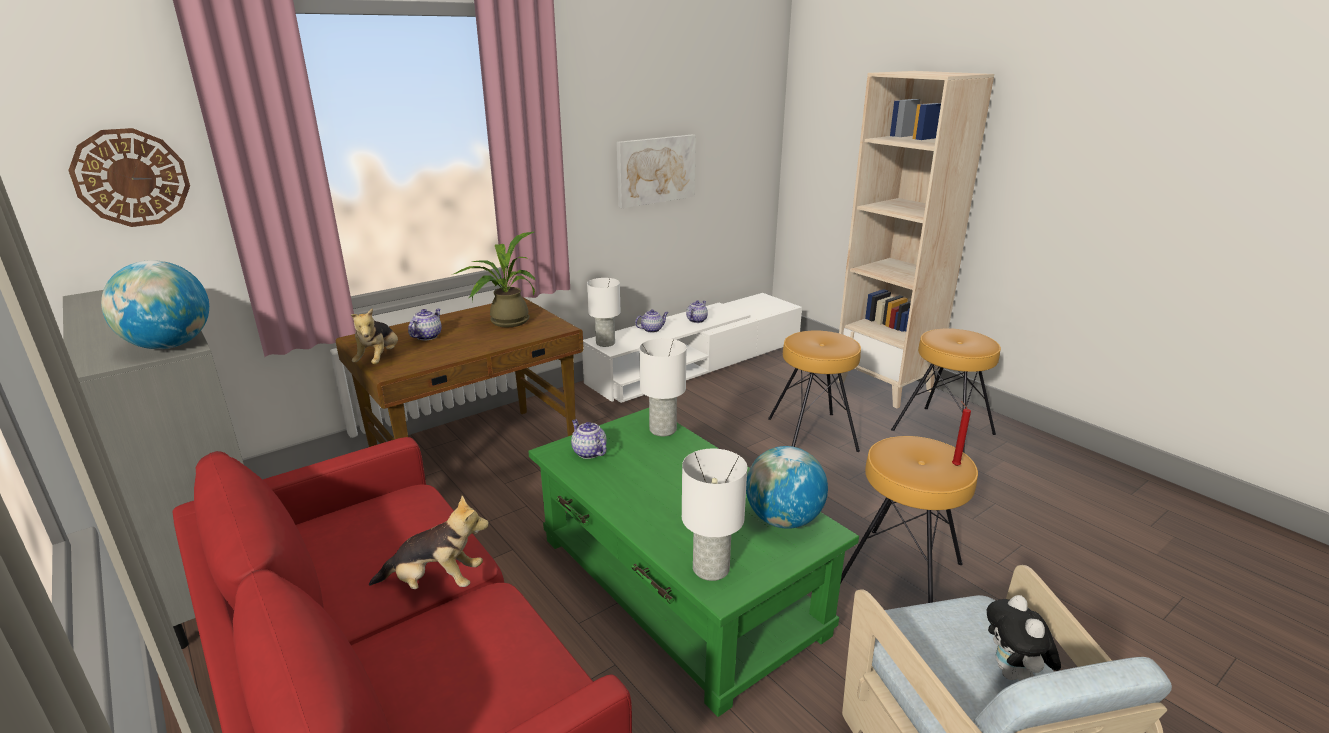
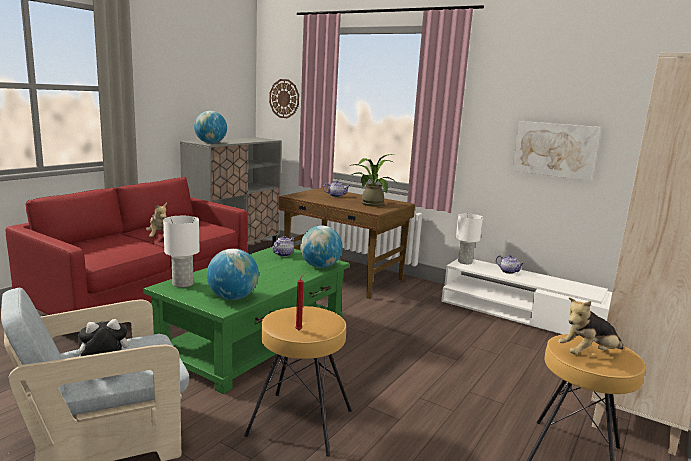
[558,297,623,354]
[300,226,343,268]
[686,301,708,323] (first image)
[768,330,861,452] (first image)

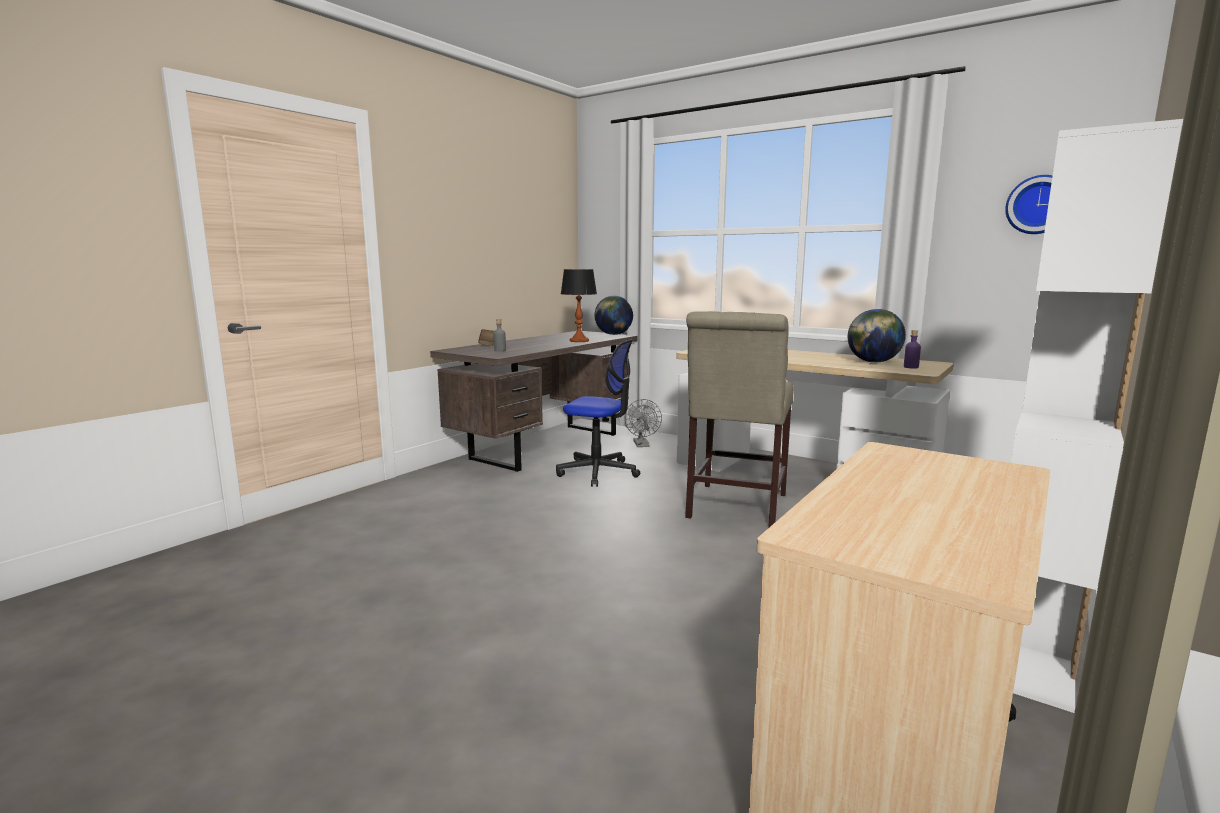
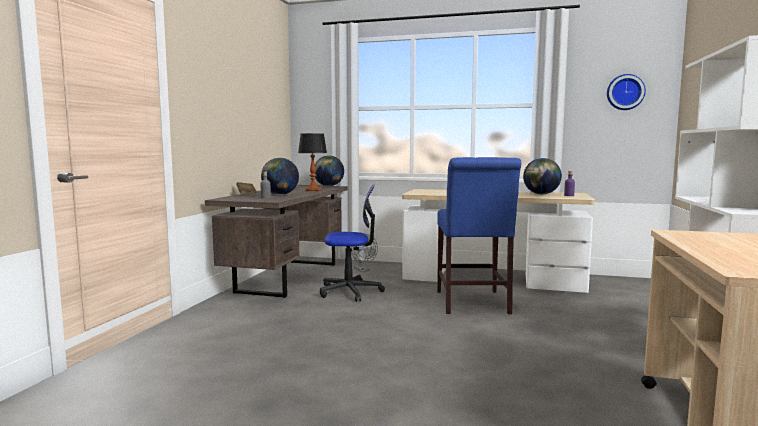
[437,157,521,314]
[261,158,299,195]

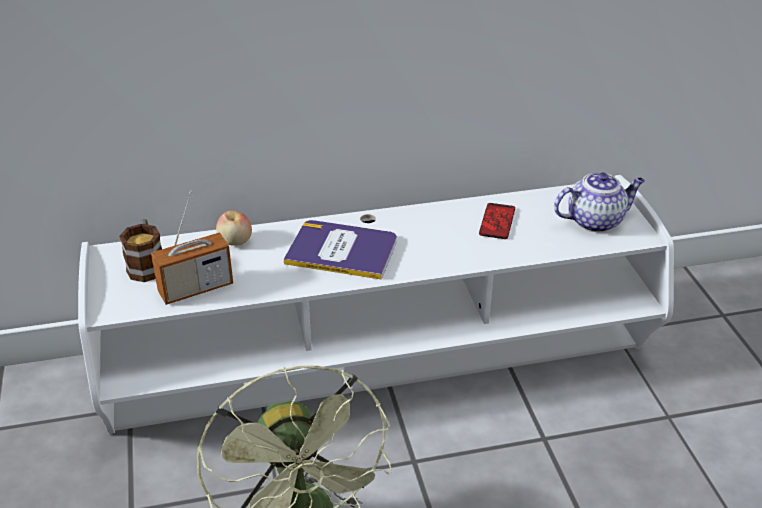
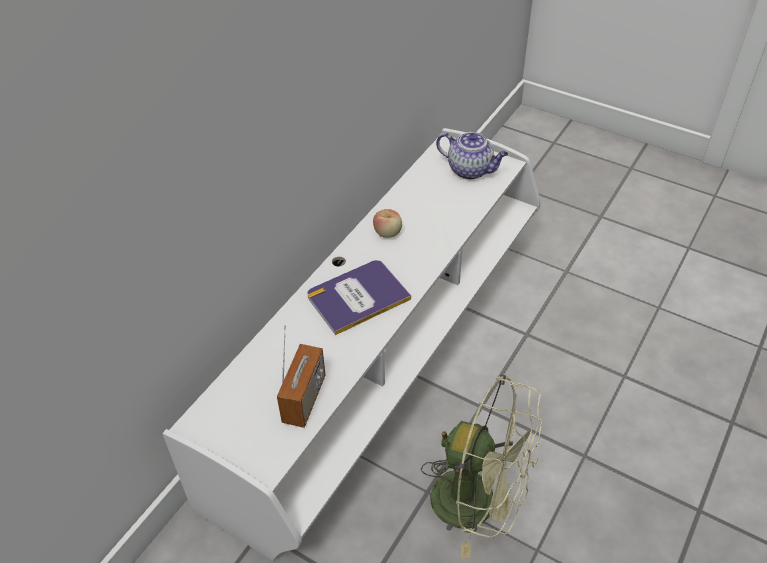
[119,219,162,282] (first image)
[373,209,402,238]
[479,203,515,239] (first image)
[436,132,508,180]

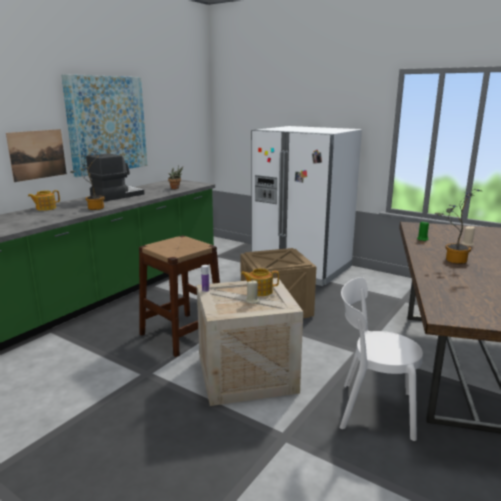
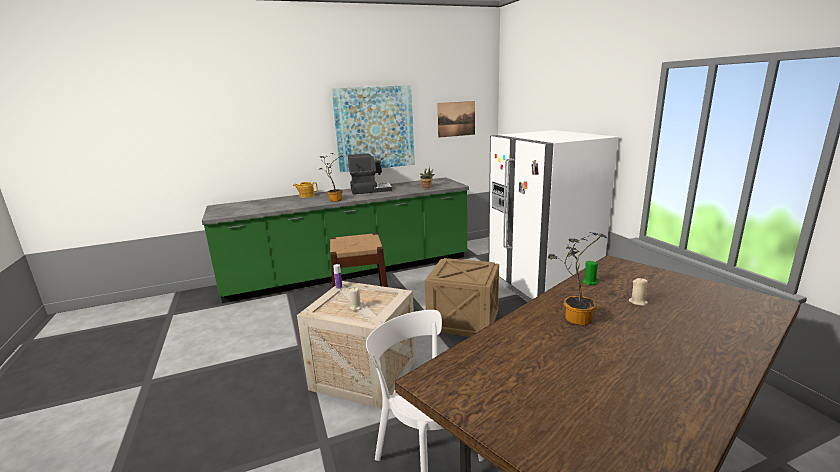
[437,101,475,138]
[241,268,279,296] (first image)

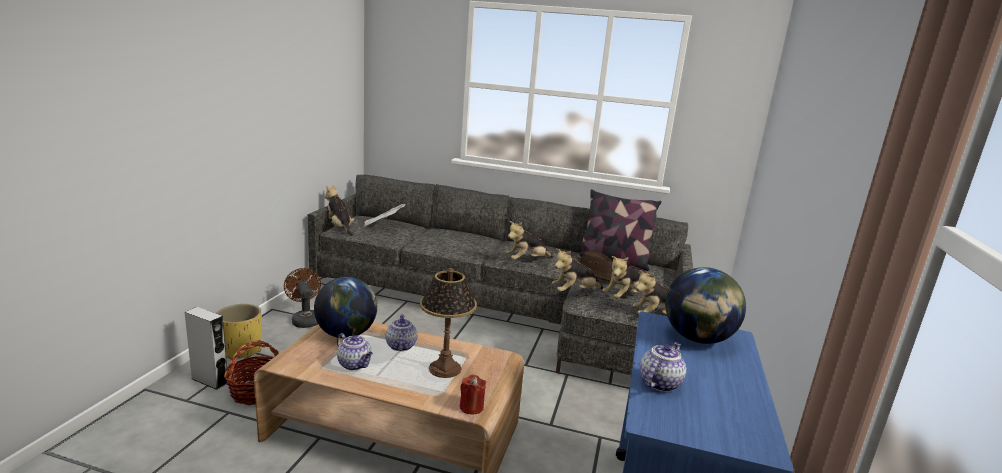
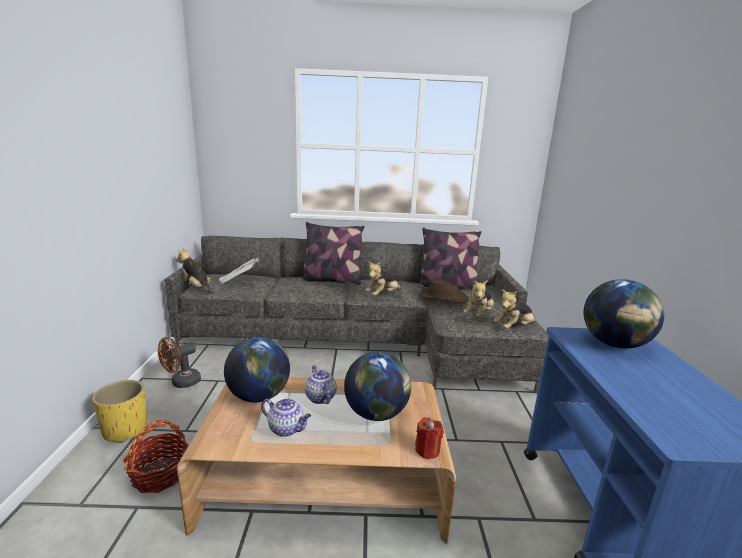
[185,307,227,390] (first image)
[158,337,201,388]
[344,352,411,421]
[552,249,603,292] (first image)
[640,342,686,392] (first image)
[301,222,365,285]

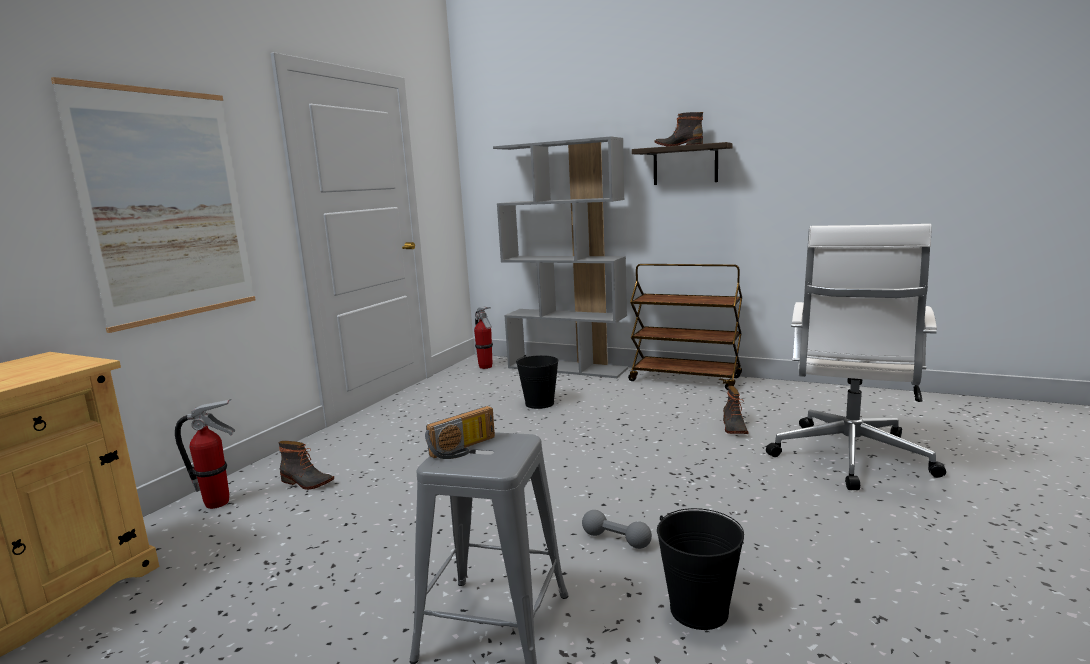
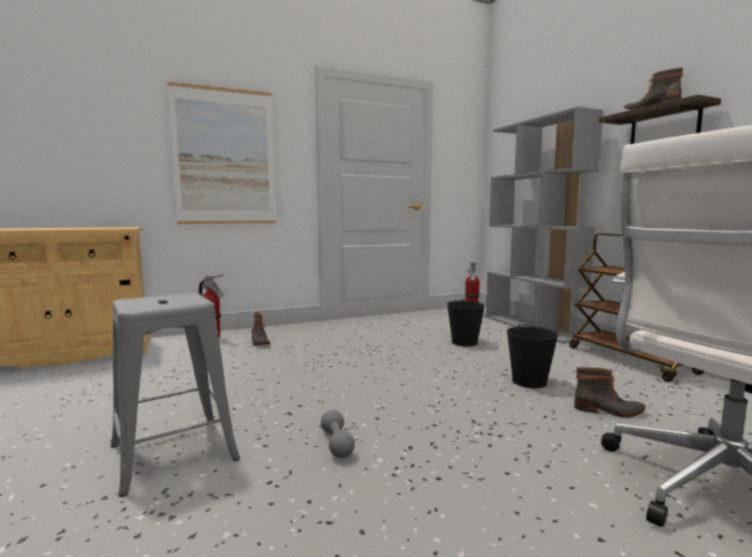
[425,406,495,459] (first image)
[507,324,559,388]
[574,367,645,418]

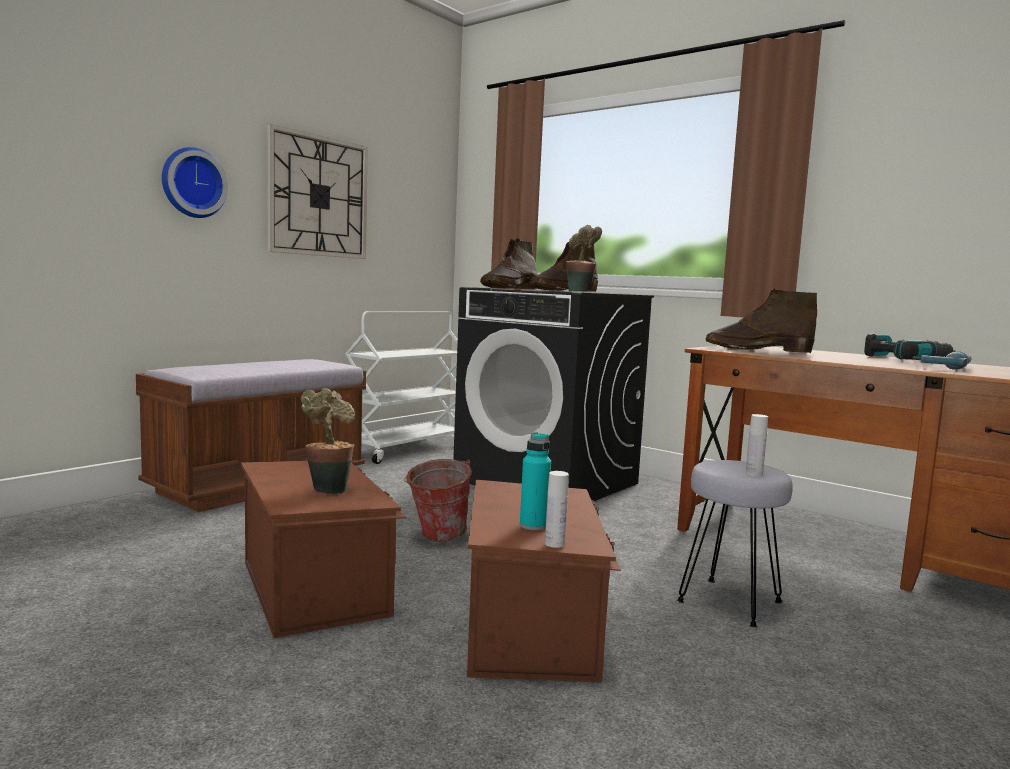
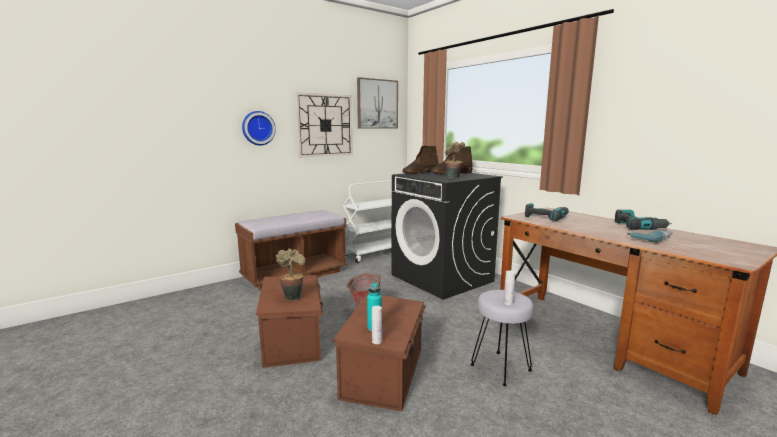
[525,203,569,221]
[357,77,398,129]

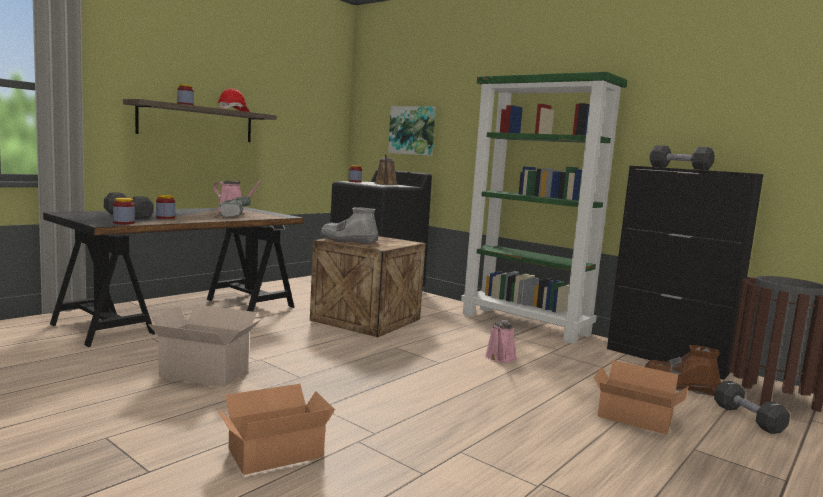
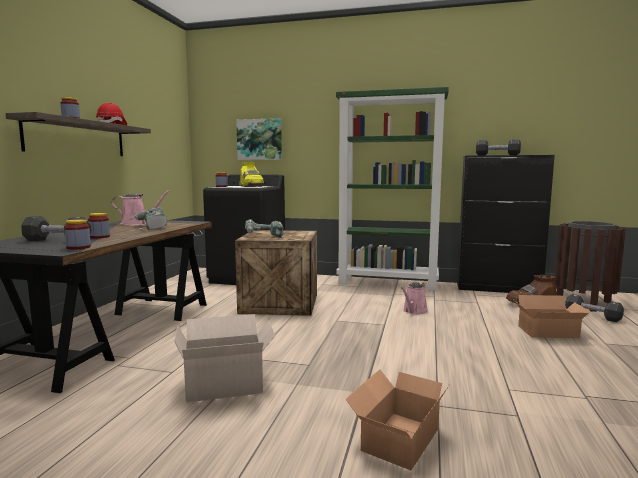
[245,219,284,238]
[239,162,264,187]
[401,282,428,315]

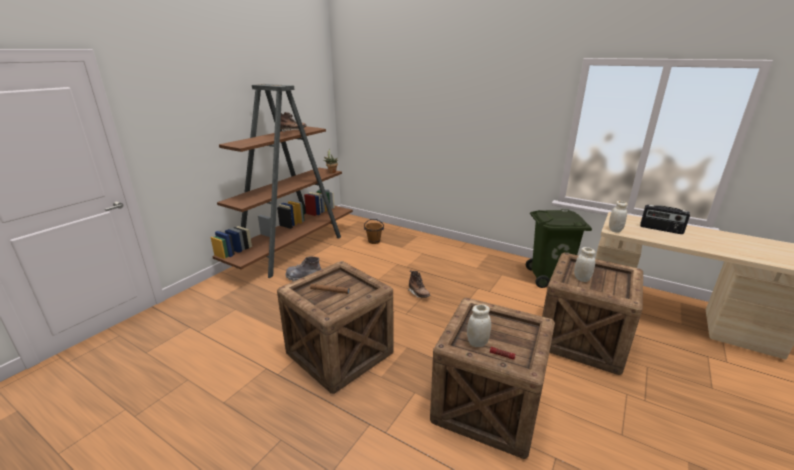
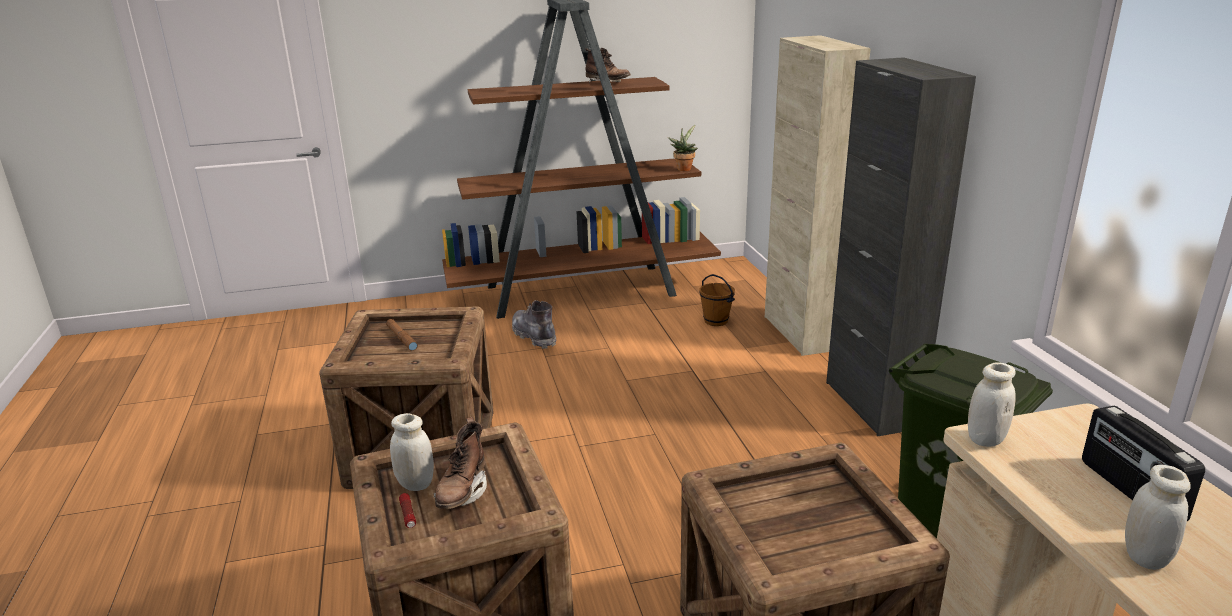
[433,417,487,509]
[1125,465,1191,570]
[765,35,871,356]
[826,57,976,436]

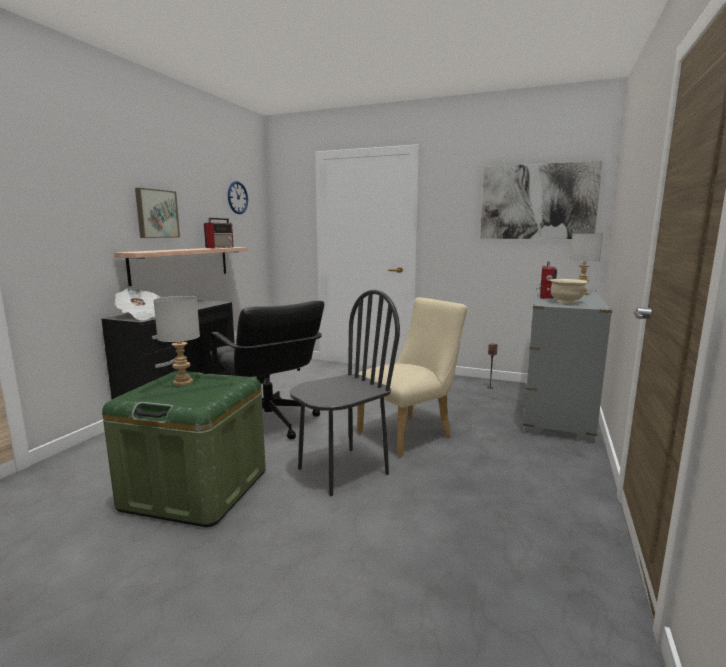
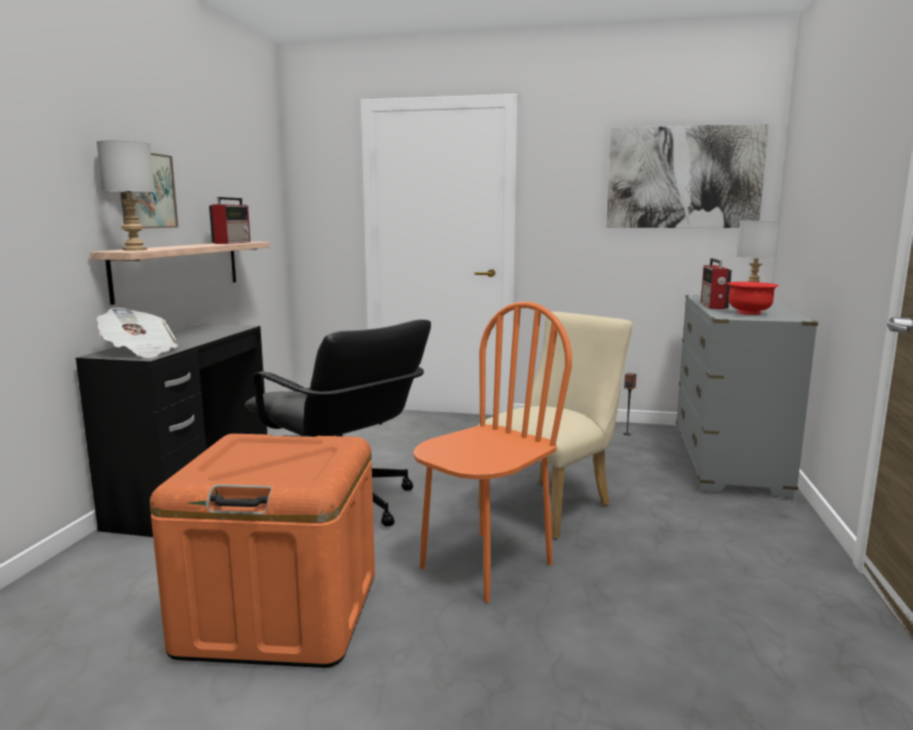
[150,434,375,668]
[97,140,155,250]
[228,181,248,214] (first image)
[413,301,572,603]
[727,282,778,315]

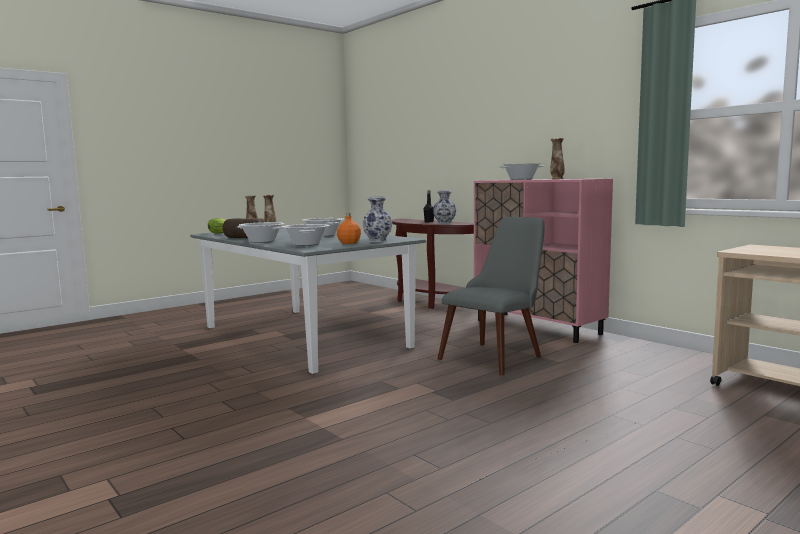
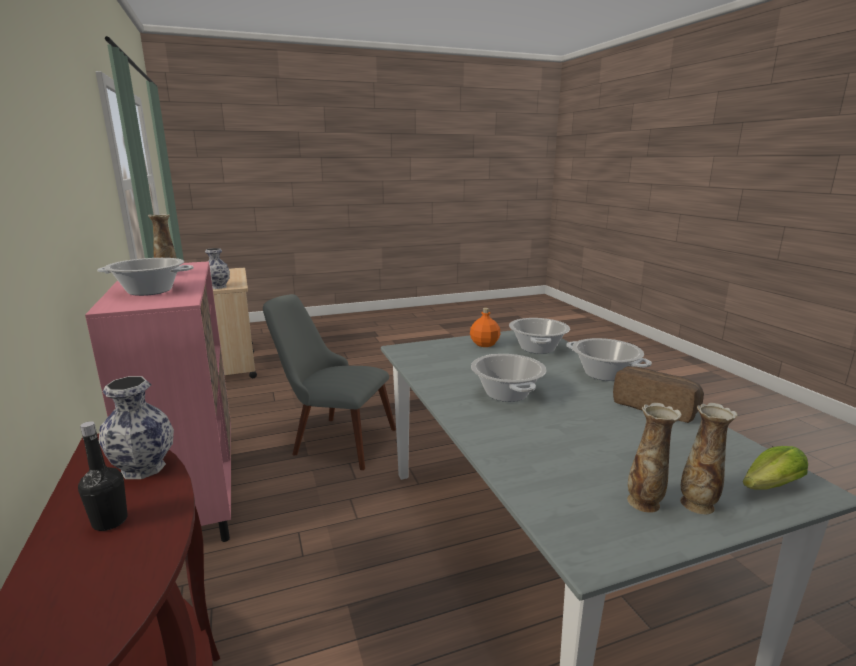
[205,248,230,289]
[263,294,396,470]

